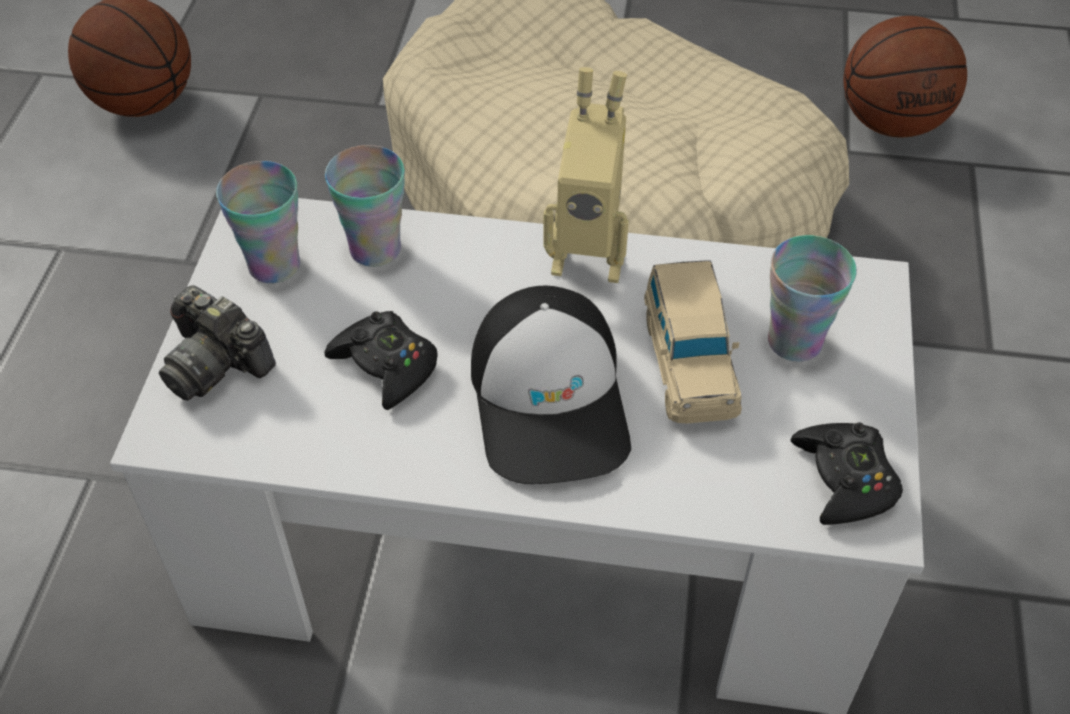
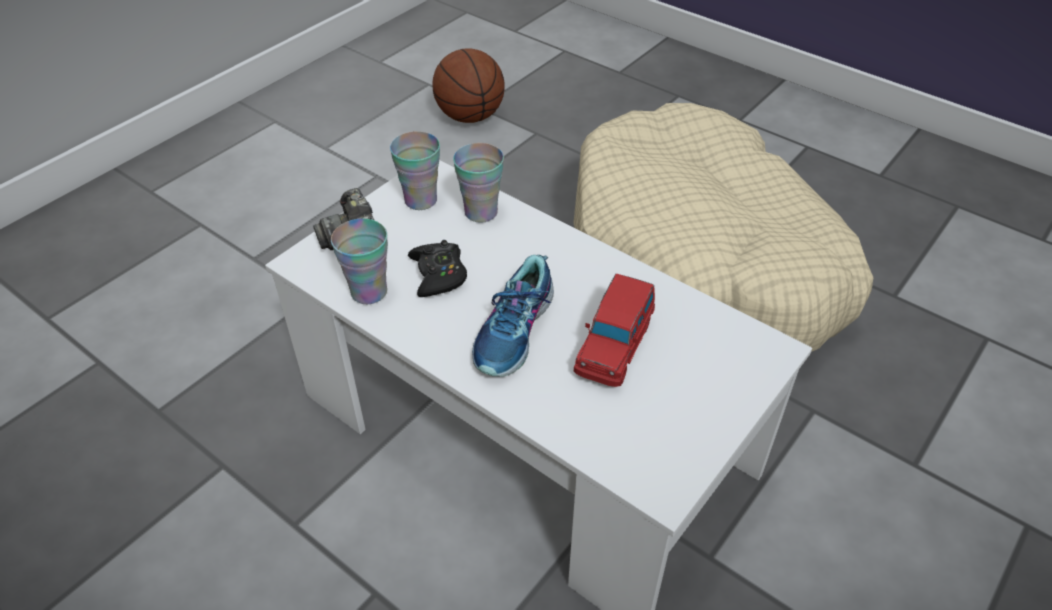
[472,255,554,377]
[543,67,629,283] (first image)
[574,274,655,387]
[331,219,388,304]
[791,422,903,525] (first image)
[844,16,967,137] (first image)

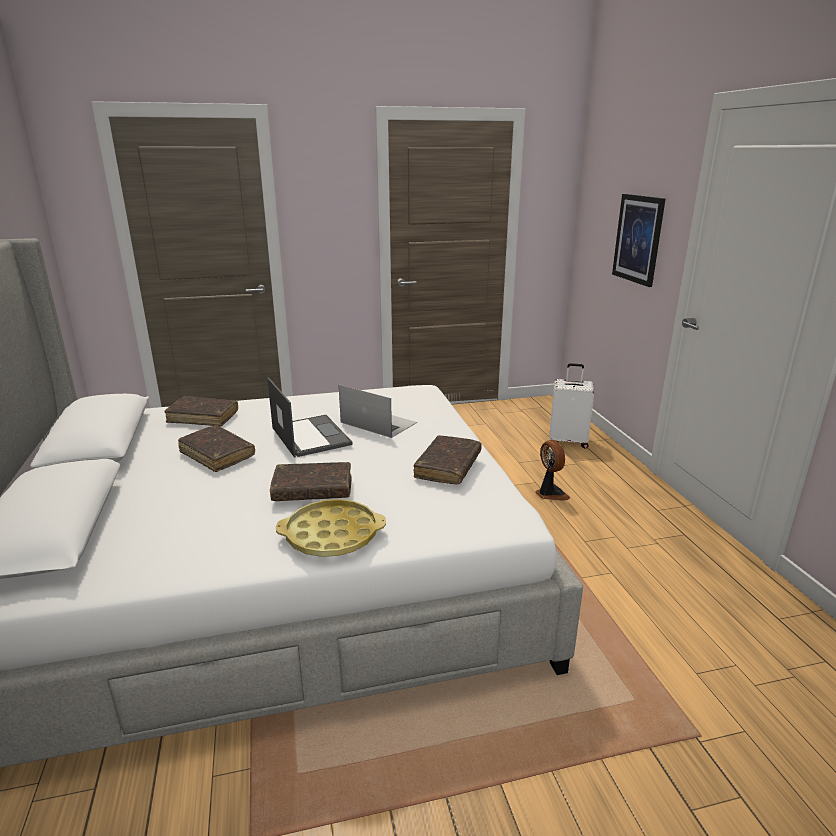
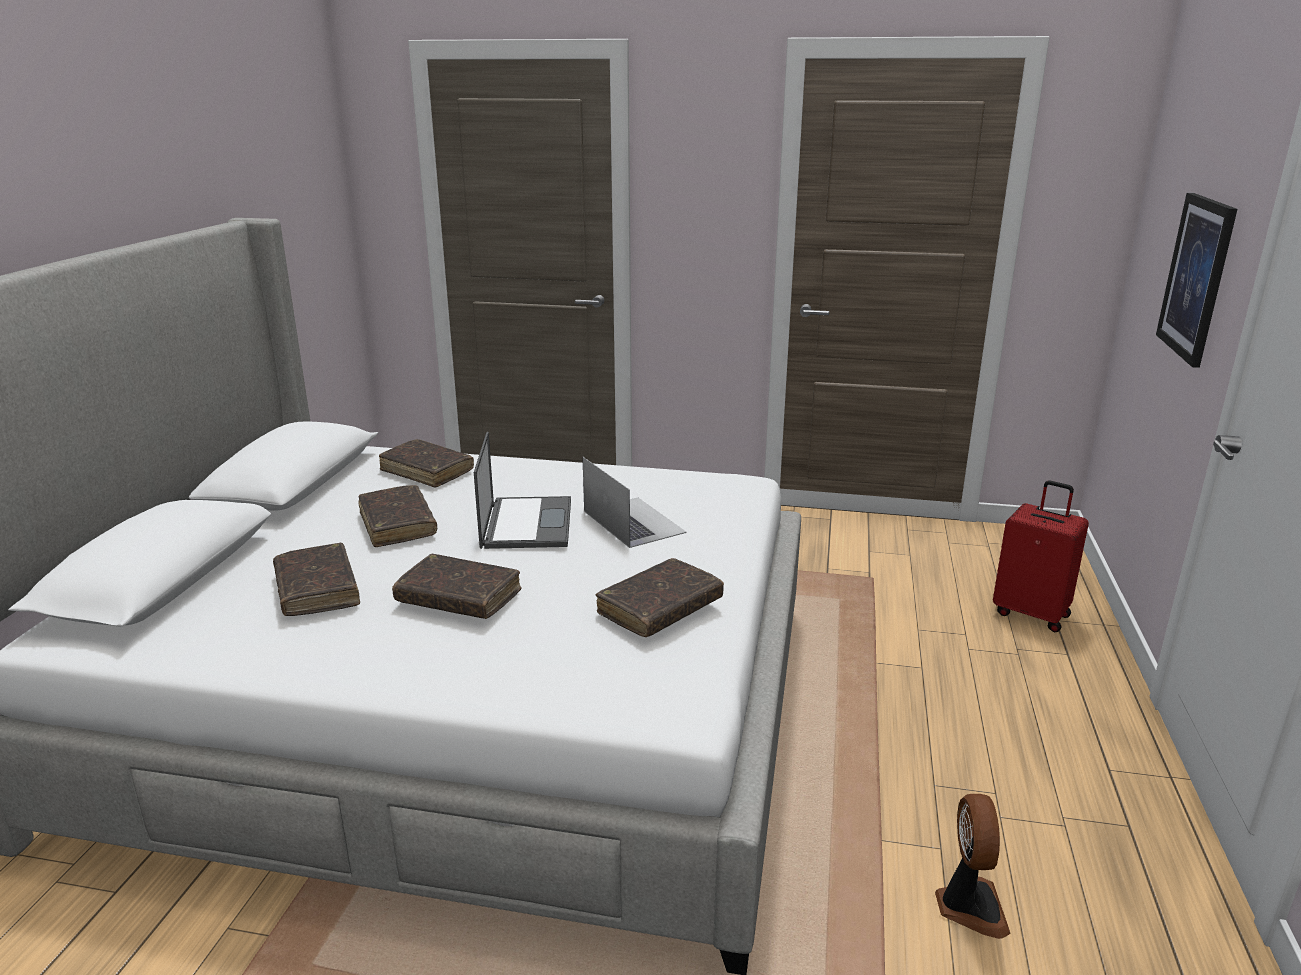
[276,499,386,557] (first image)
[935,794,1011,939]
[993,480,1089,632]
[273,543,360,616]

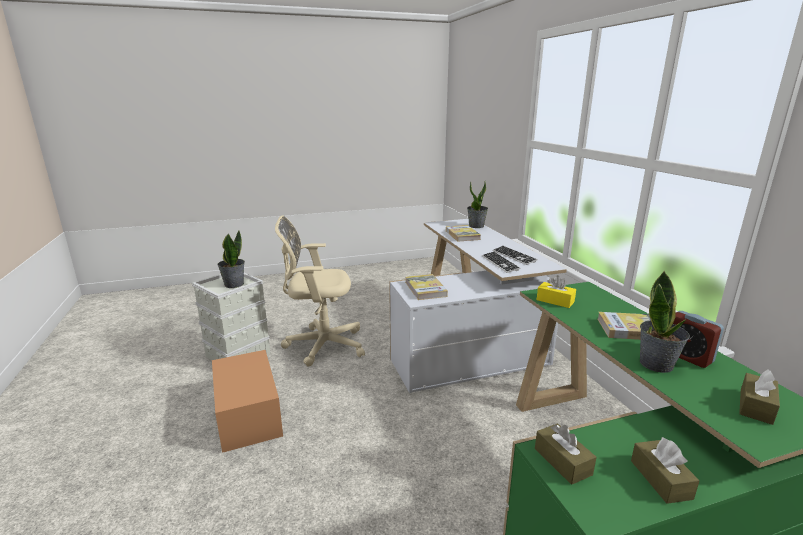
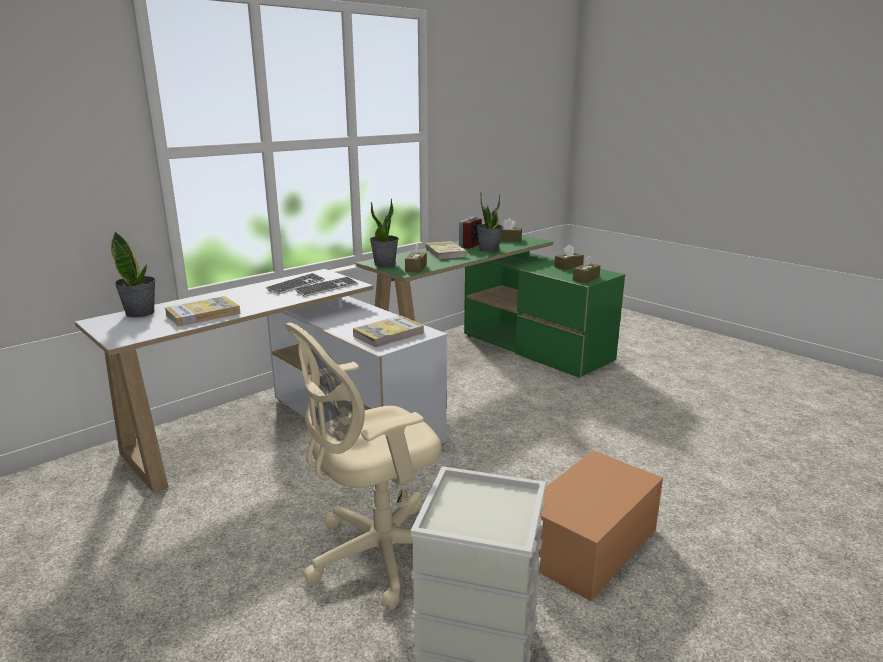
[370,199,399,267]
[285,322,442,610]
[405,243,427,273]

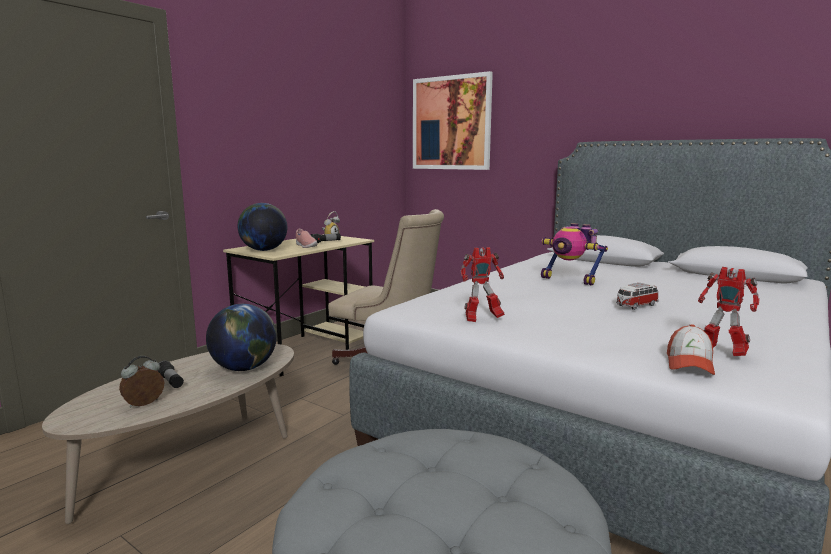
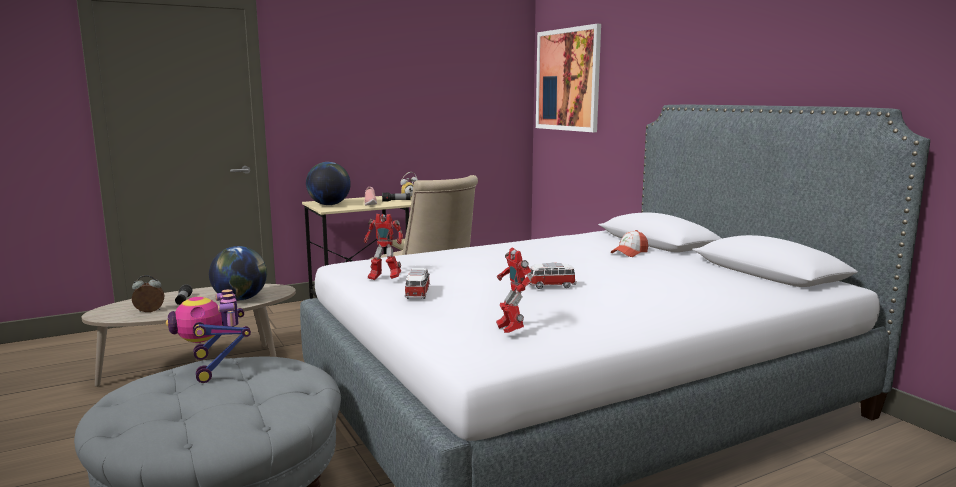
[166,289,251,383]
[611,230,648,257]
[405,268,430,299]

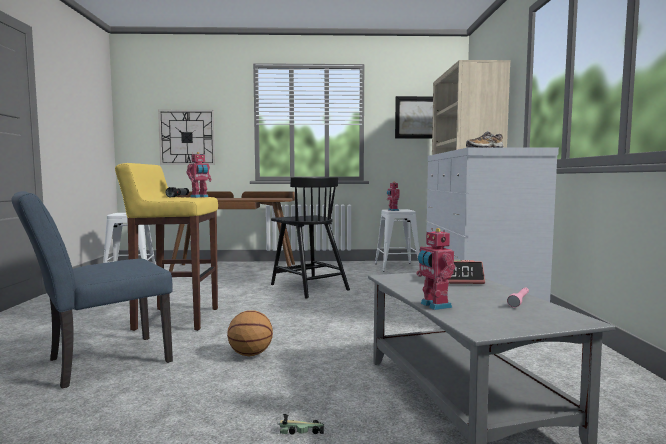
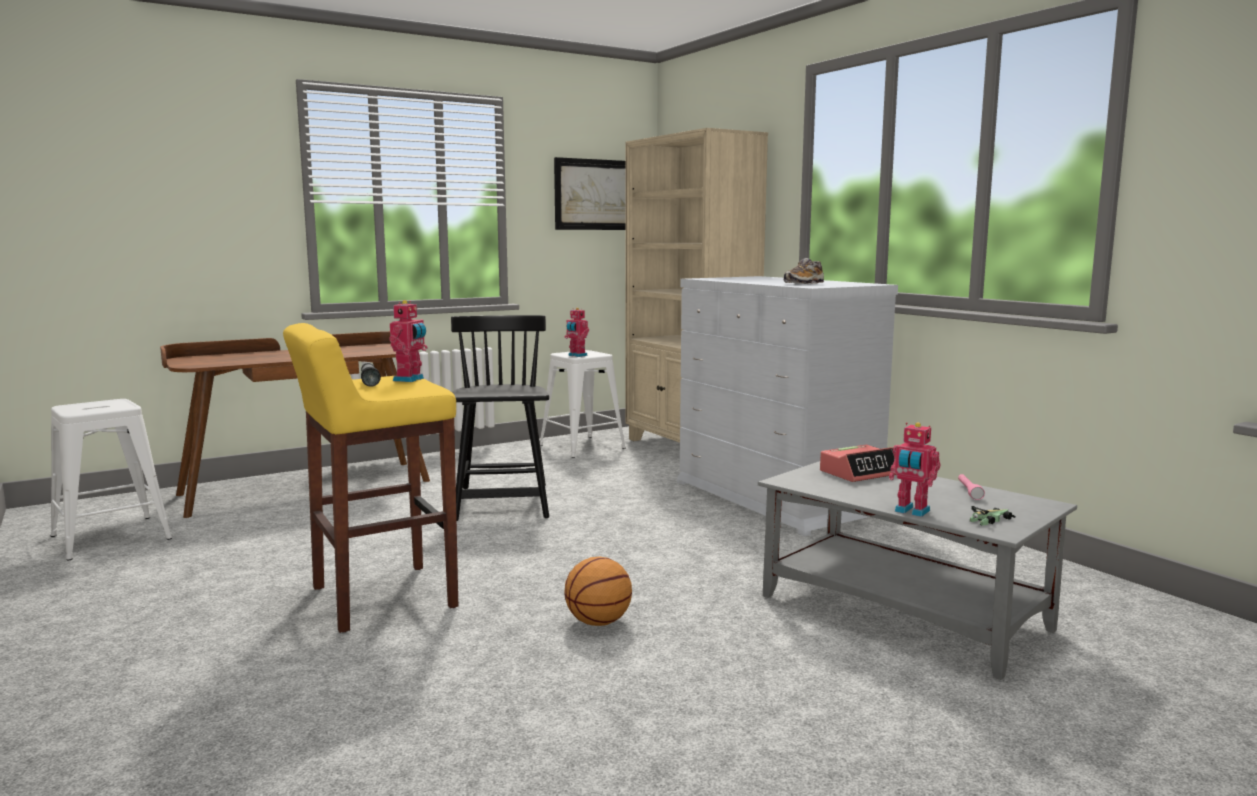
[11,191,173,389] (first image)
[158,110,215,165] (first image)
[451,315,549,521]
[970,506,1016,525]

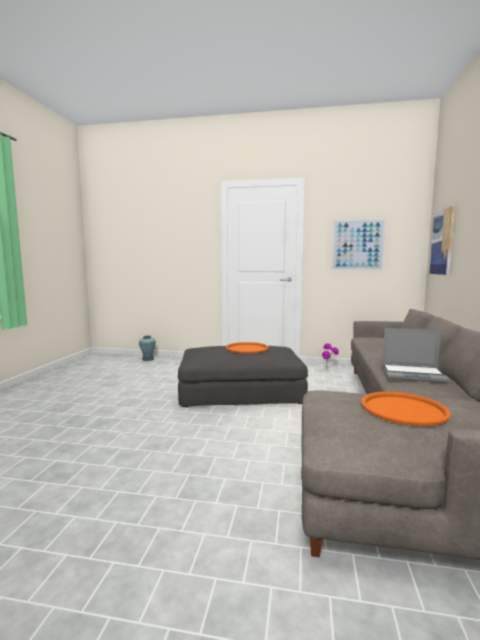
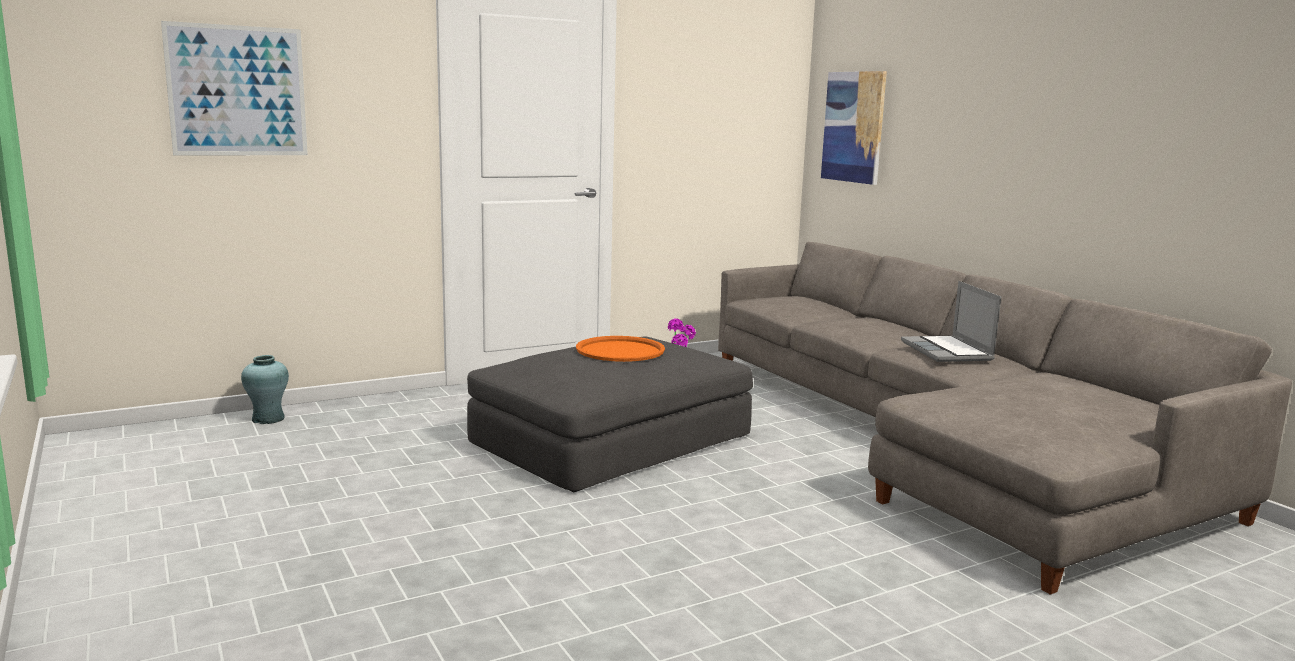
[161,21,308,155]
[361,392,451,426] (first image)
[901,281,1001,362]

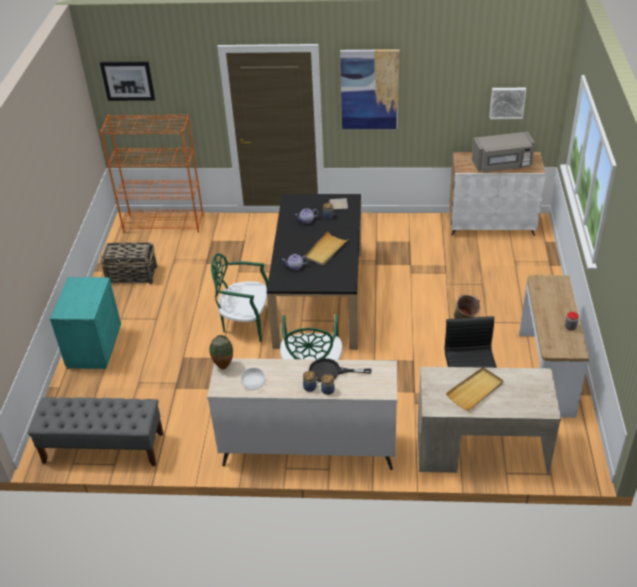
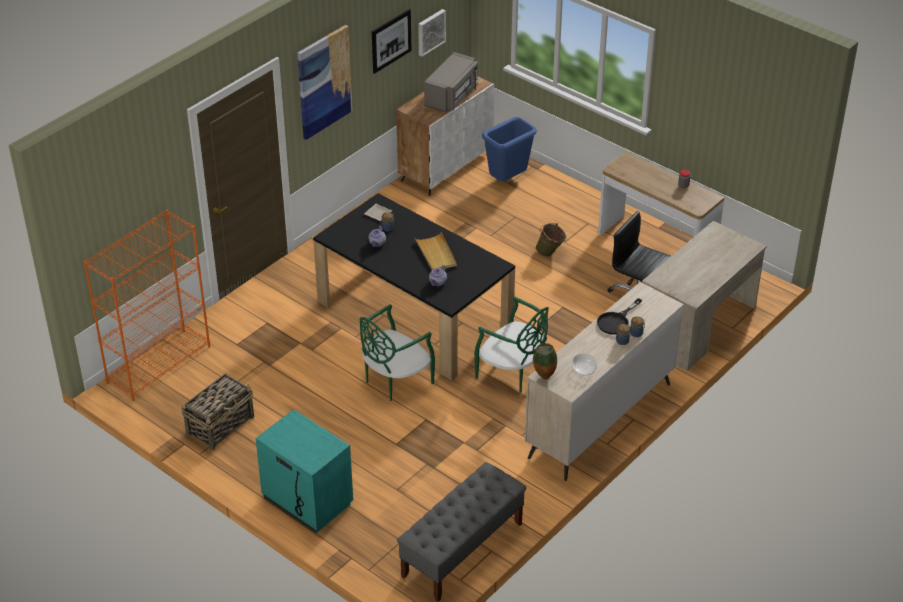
[372,9,412,74]
[446,367,503,411] (first image)
[482,117,537,181]

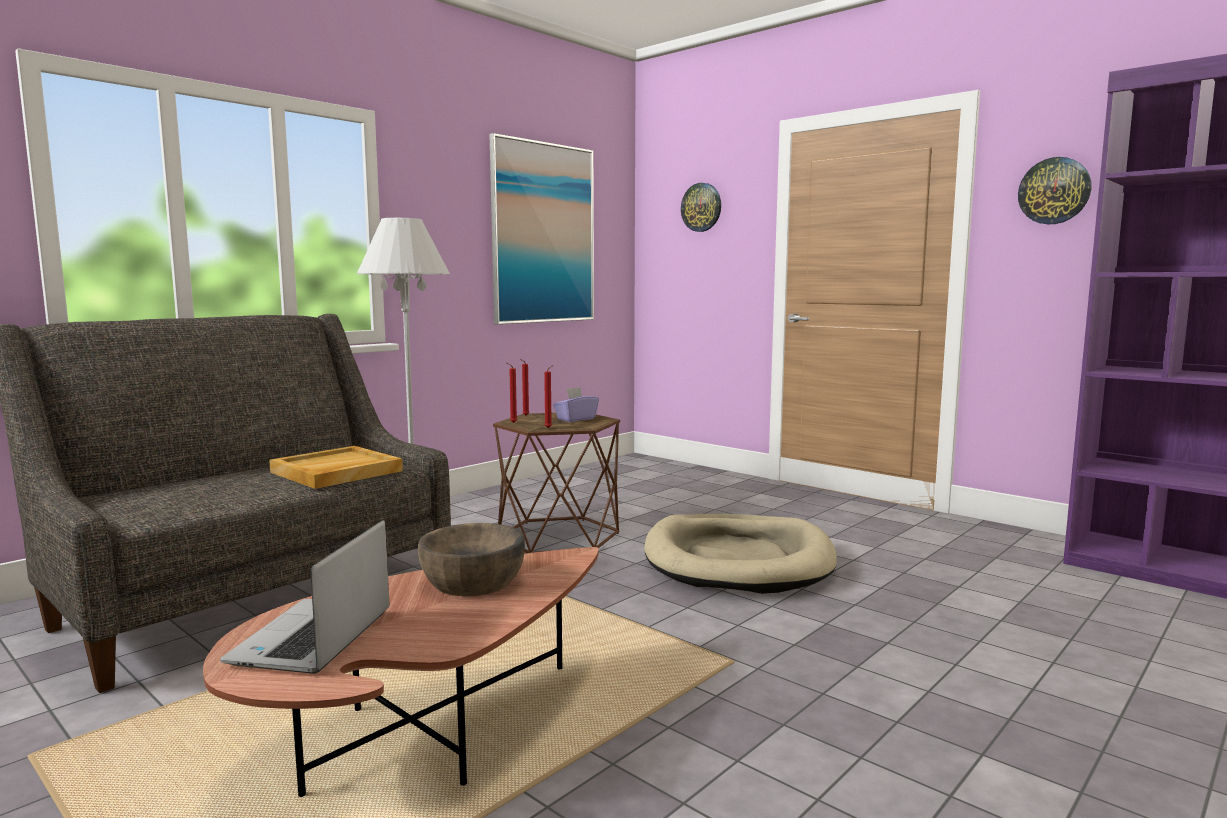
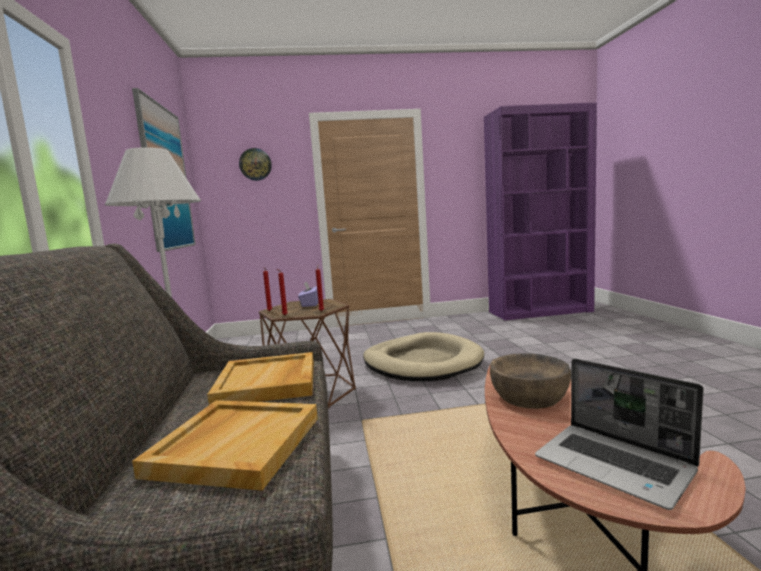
[1018,157,1092,224] (first image)
[132,400,318,491]

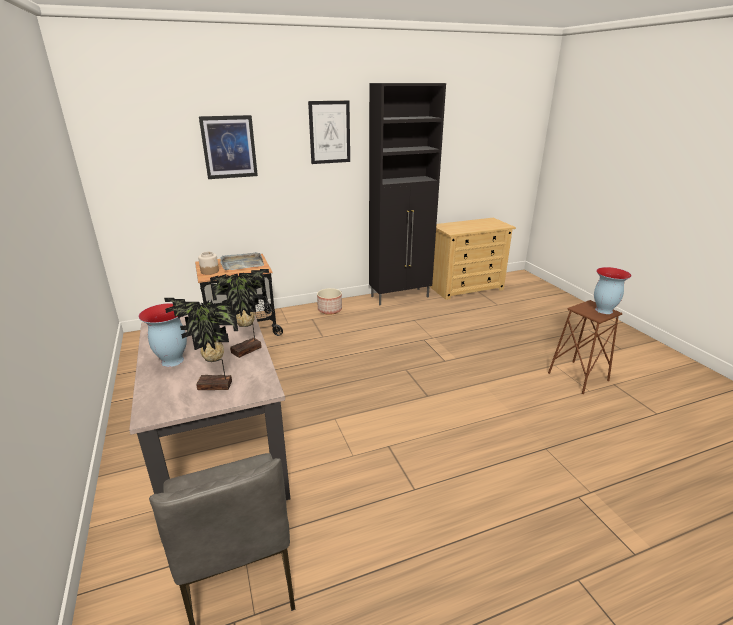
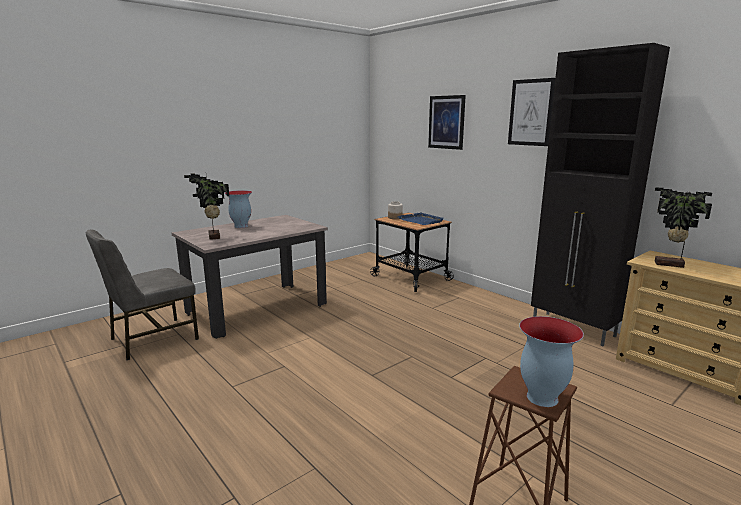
[655,187,712,268]
[398,212,444,225]
[317,288,342,315] (first image)

